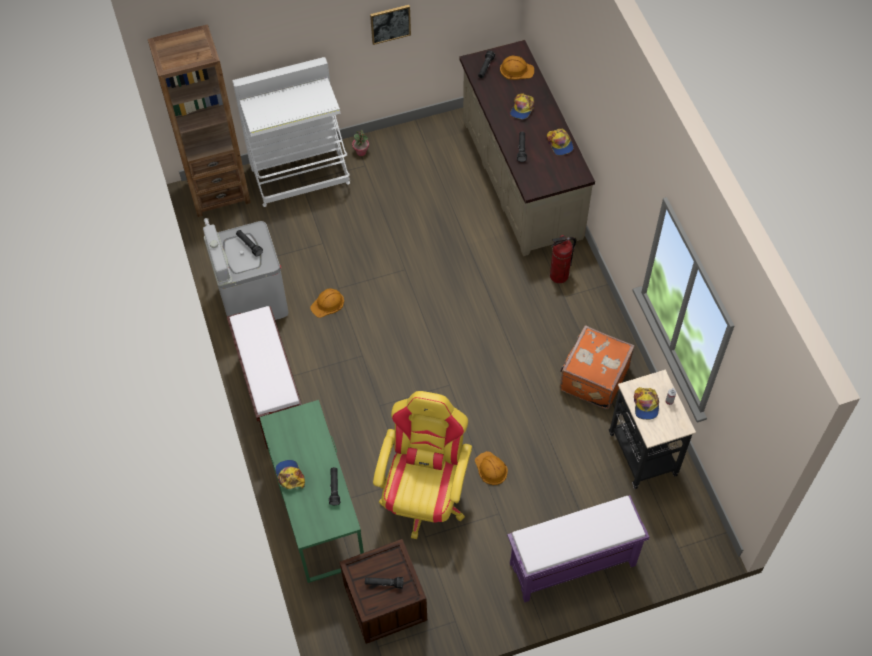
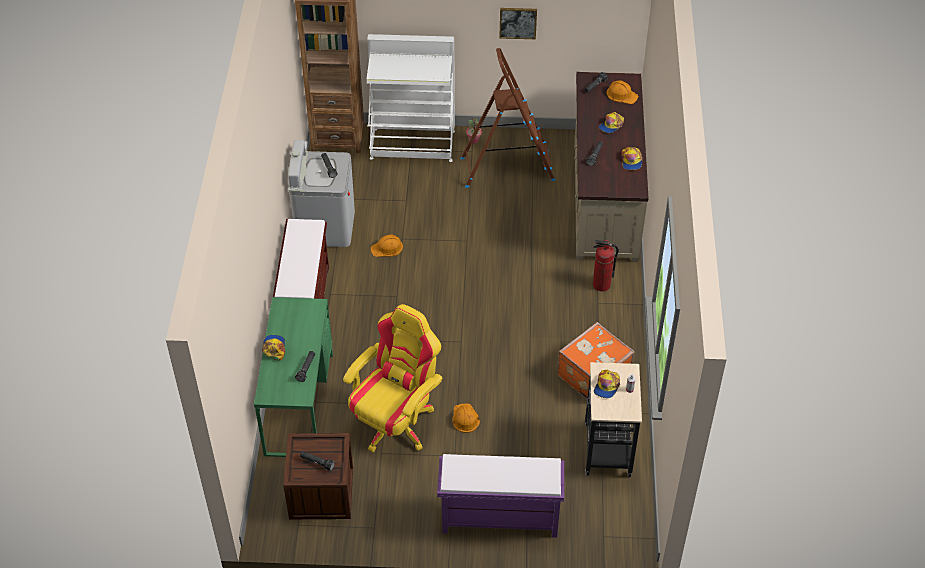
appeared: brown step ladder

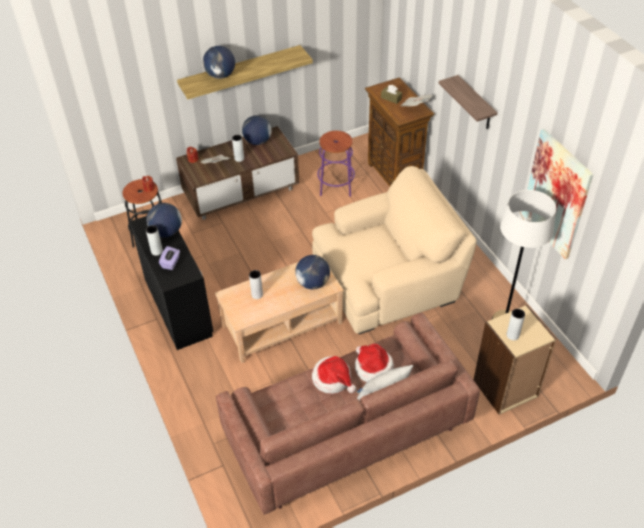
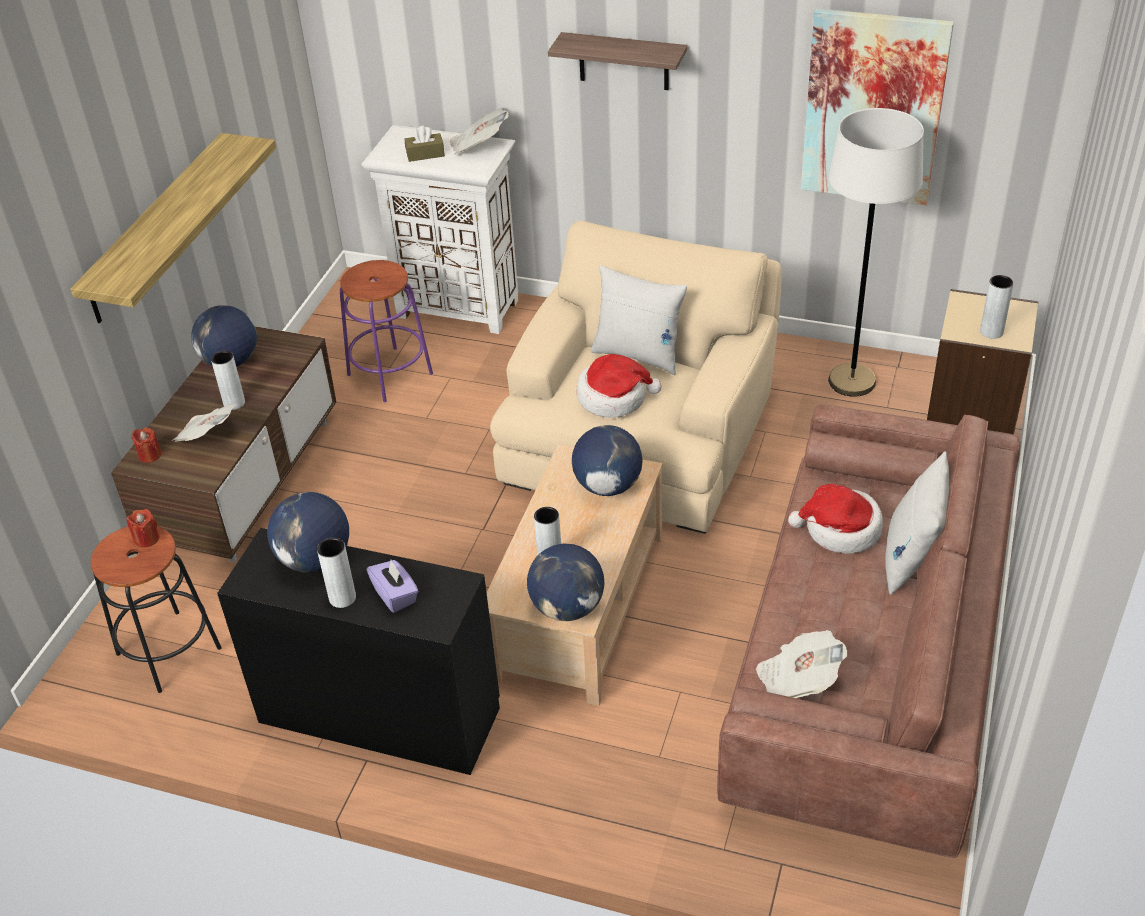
appeared: grey pillow (no. 1 from left); newspaper (no. 3 from left)
relocated: globe (no. 2 from left in the first image) to globe (no. 3 from left); hat (no. 1 from left)
colour: brown cabinet to white cabinet

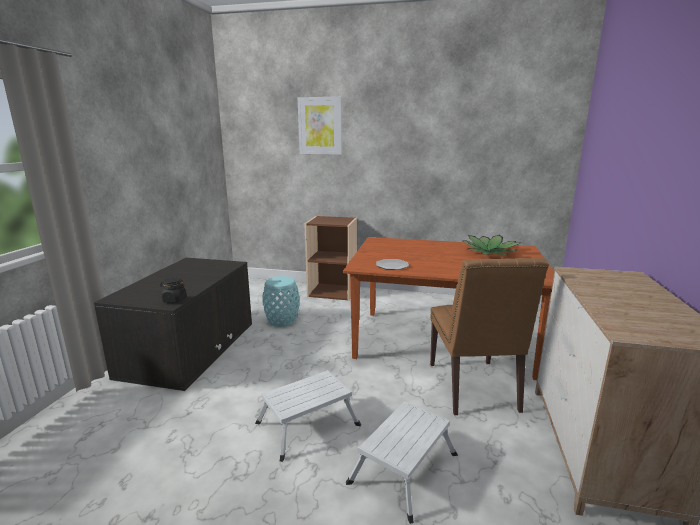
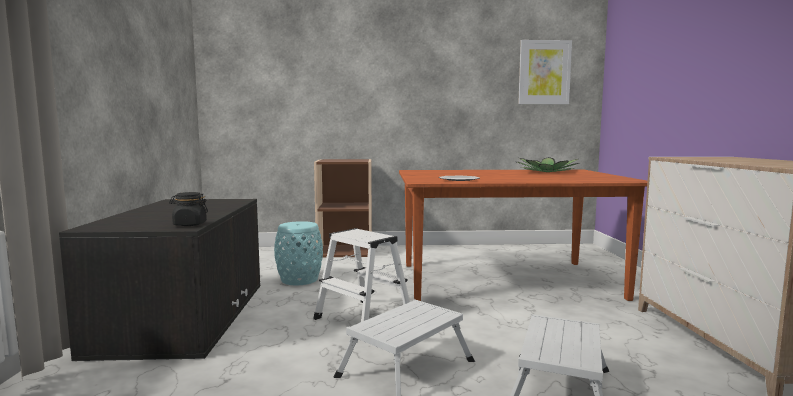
missing: brown chair
appeared: white step ladder (no. 1 from left)
relocated: picture

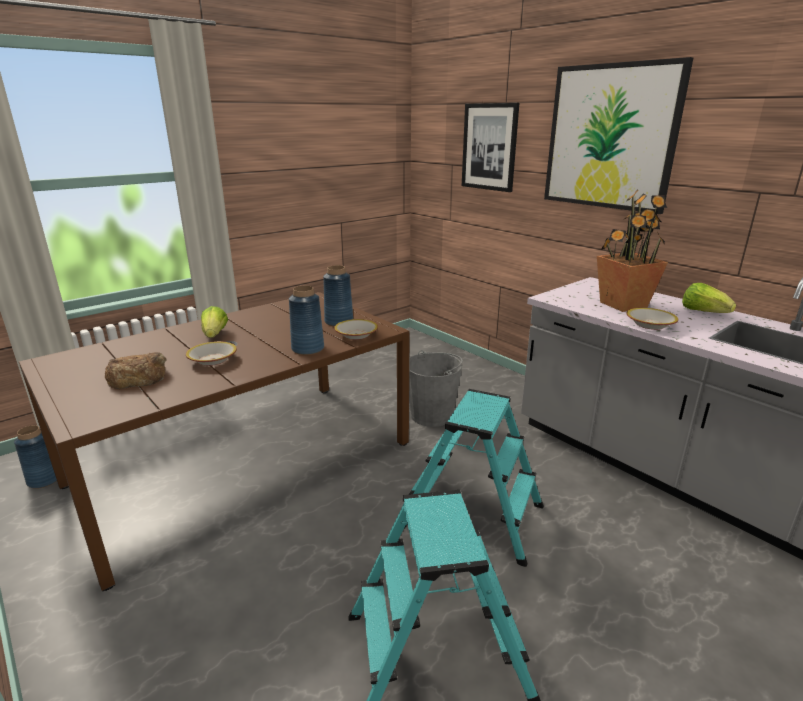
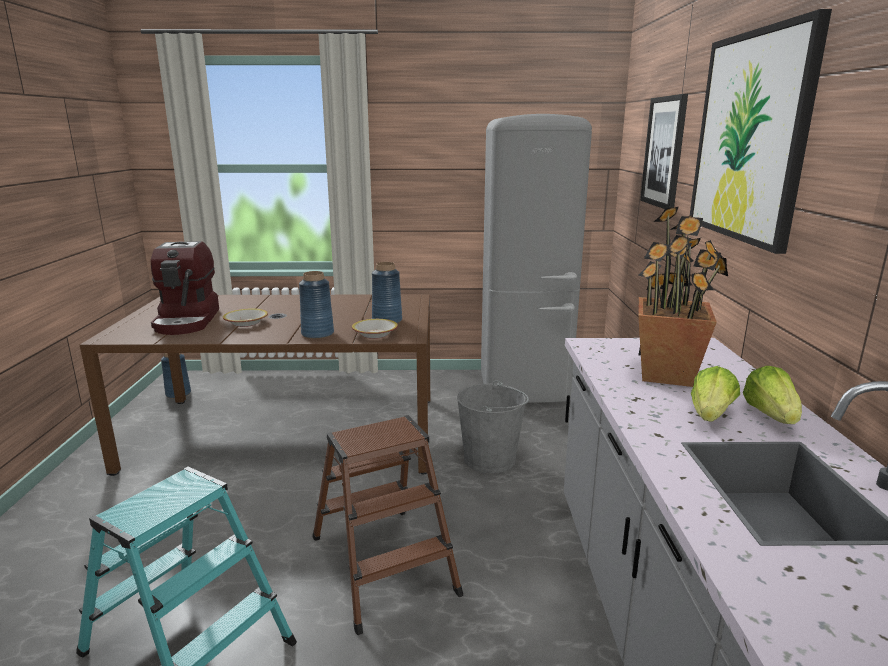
missing: bowl (no. 3 from left)
appeared: grey fridge
relocated: lettuce (no. 1 from left)
exchanged: bread to coffee machine
colour: turquoise step ladder (no. 2 from left) to brown step ladder

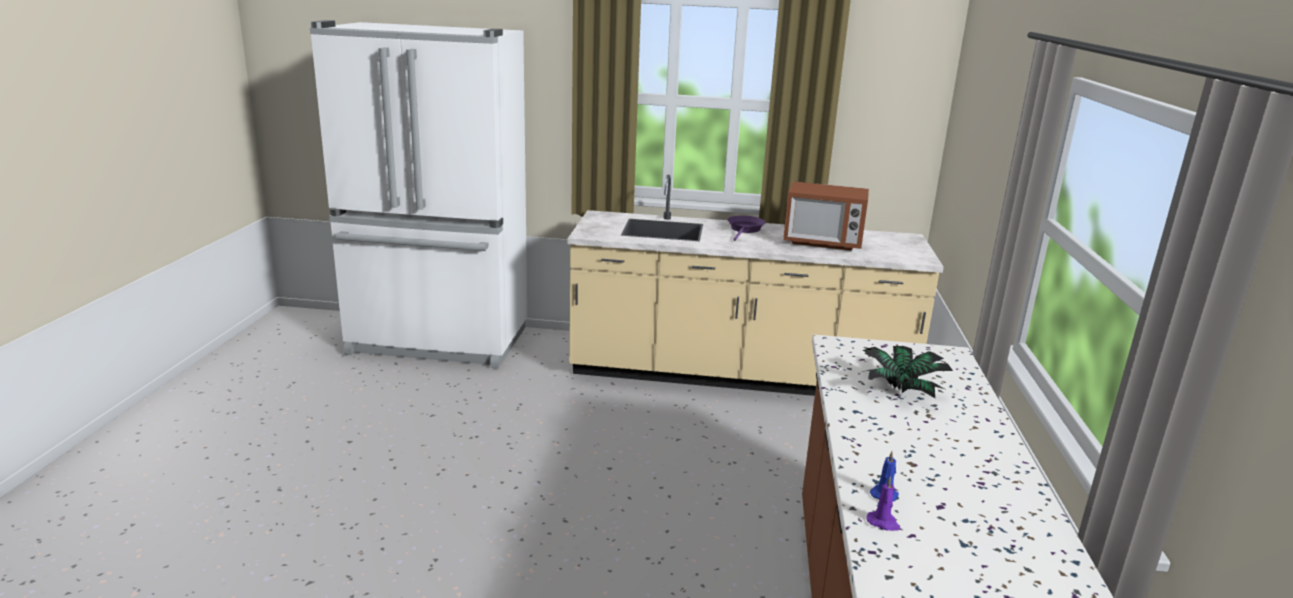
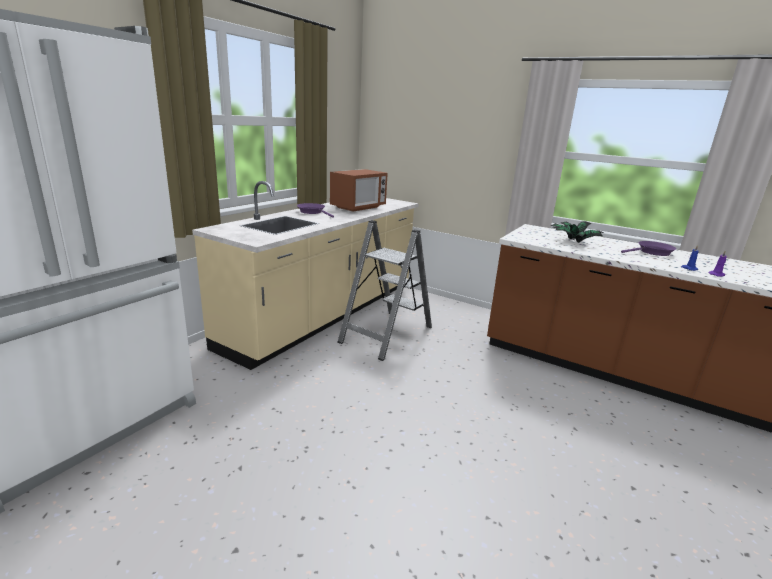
appeared: grey step ladder; purple frying pan (no. 2 from left)

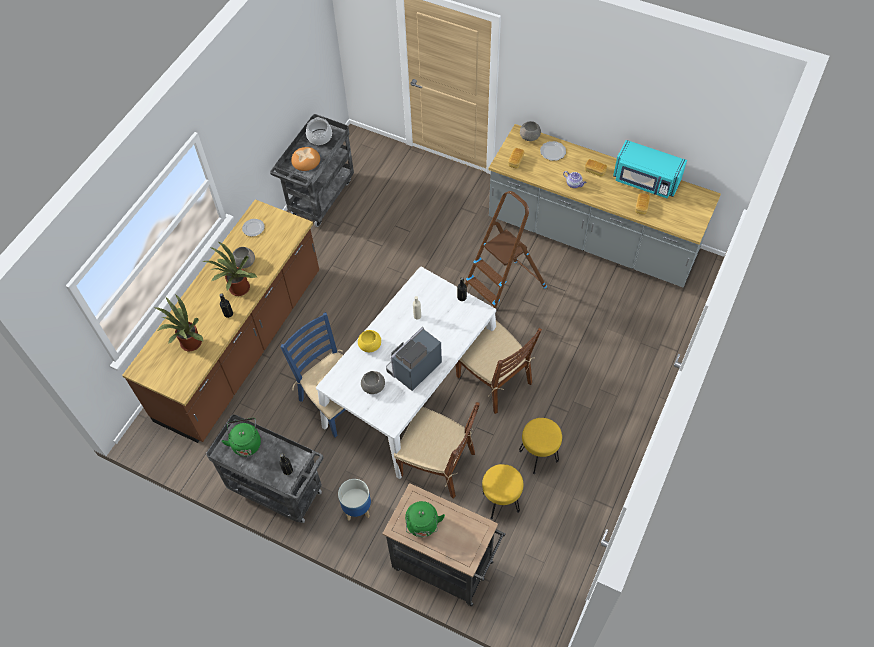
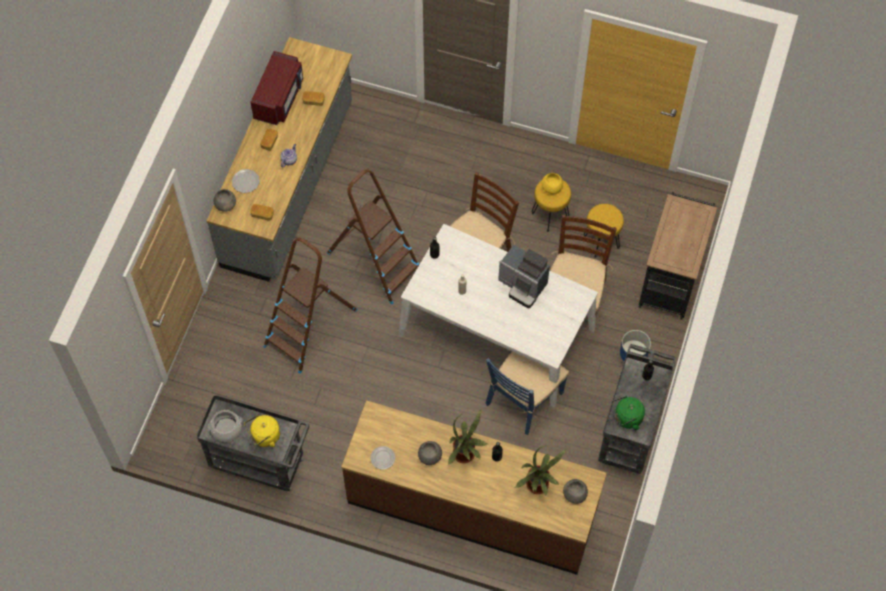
missing: green kettle (no. 2 from left)
appeared: brown step ladder (no. 1 from left)
relocated: yellow bowl; grey bowl (no. 2 from left in the first image) to grey bowl (no. 3 from left)
exchanged: bread (no. 1 from left) to yellow kettle
colour: turquoise microwave to red microwave

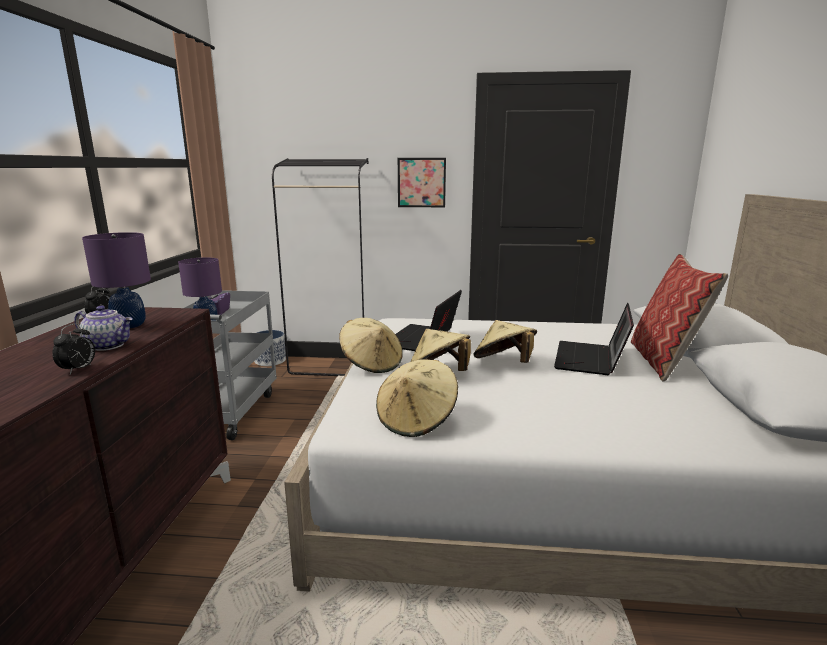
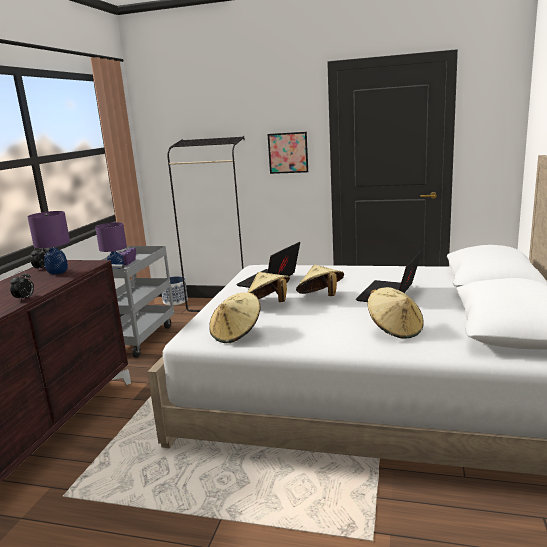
missing: pillow; teapot
relocated: beige hat (no. 1 from left in the first image) to beige hat (no. 4 from left)

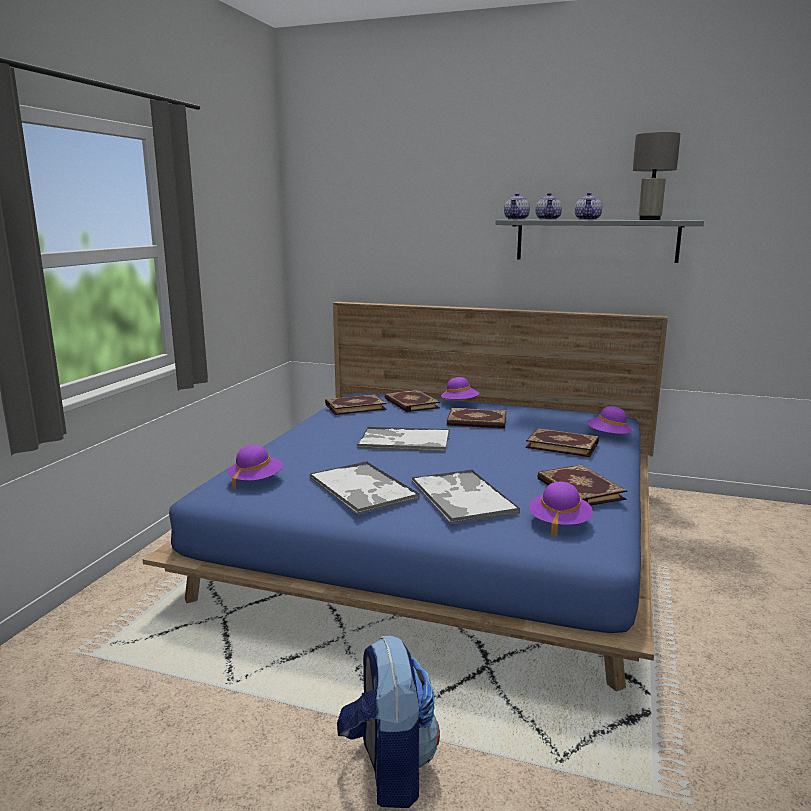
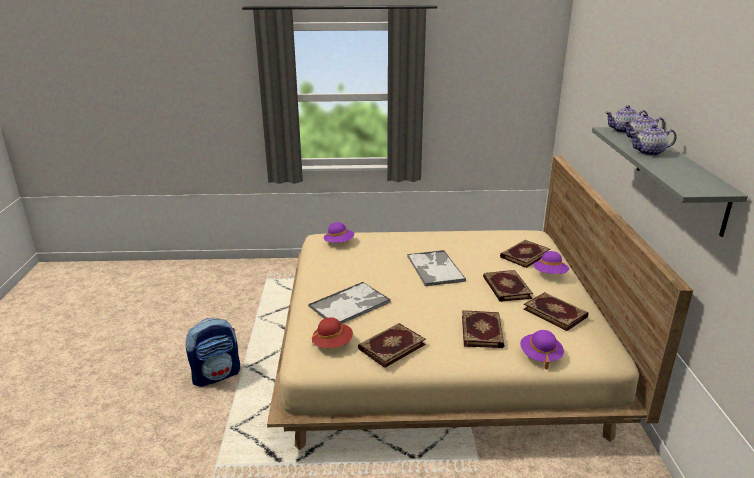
missing: grey table lamp; tray (no. 1 from left)
relocated: book (no. 1 from left in the first image) to book (no. 5 from left)
colour: blue bed to beige bed; purple hat (no. 3 from left) to red hat

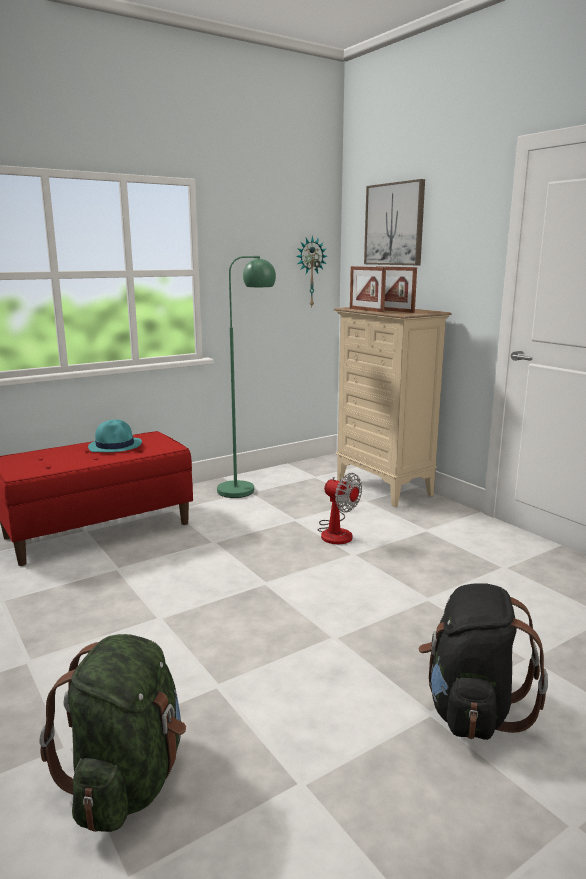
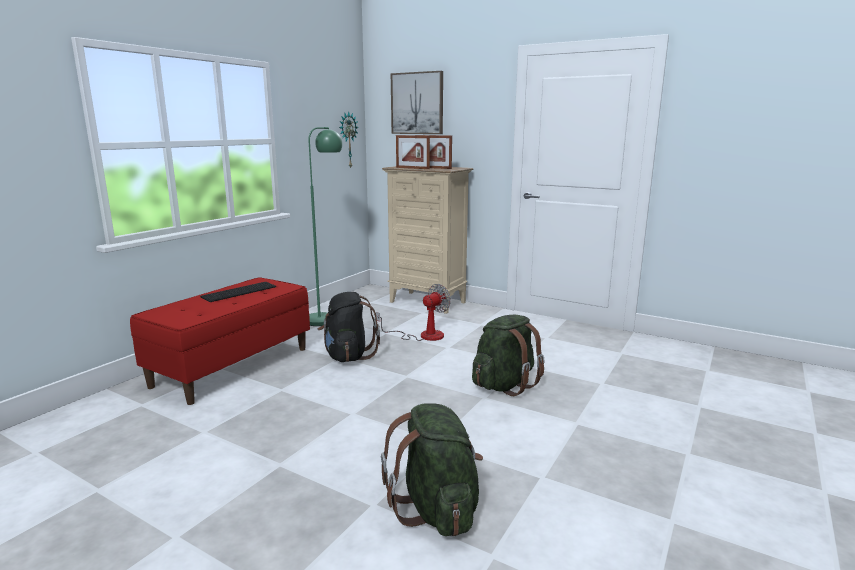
appeared: green backpack (no. 2 from left)
relocated: black backpack
exchanged: turquoise hat to keyboard
spun: fan 60 degrees counterclockwise

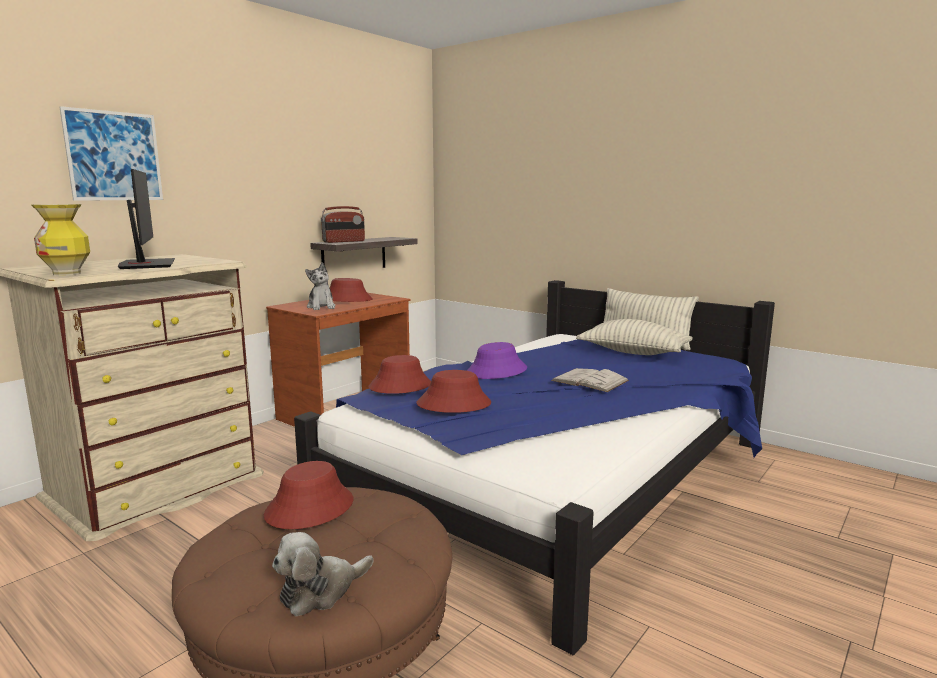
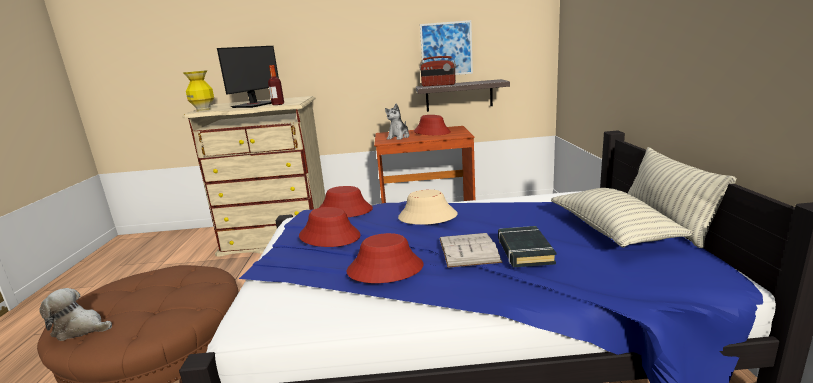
appeared: bottle; black book
relocated: picture; red hat (no. 1 from left in the first image) to red hat (no. 3 from left)
colour: purple hat to beige hat

